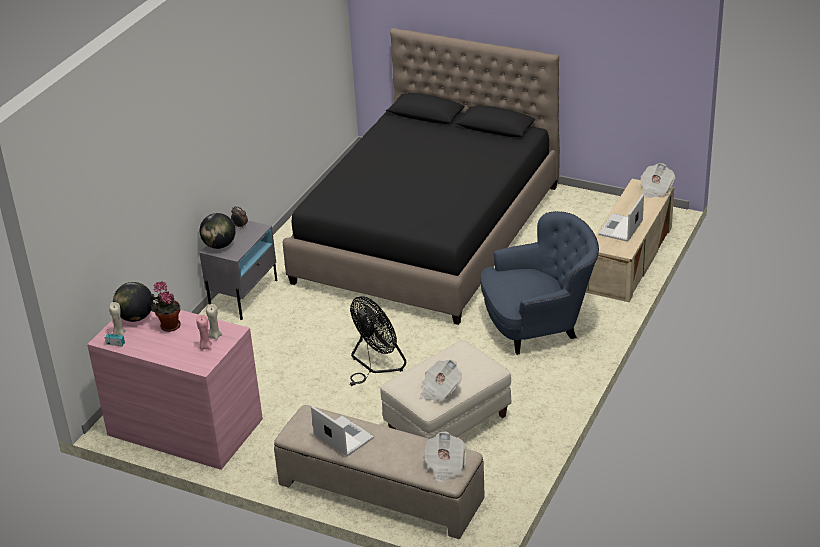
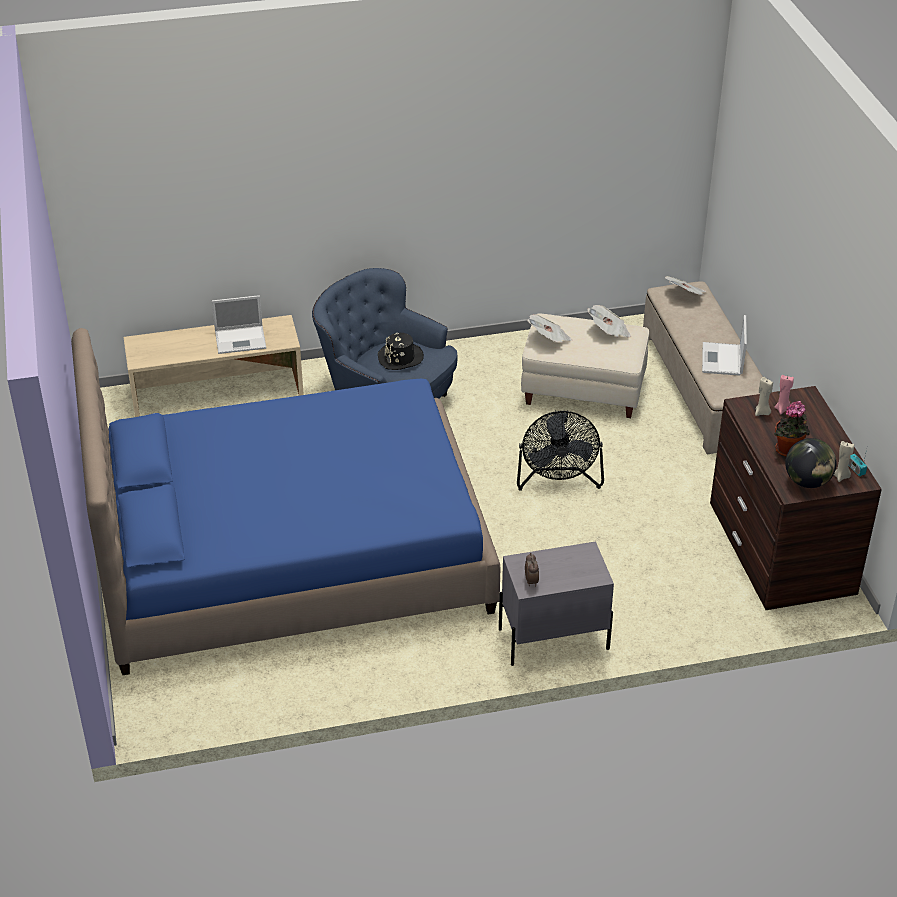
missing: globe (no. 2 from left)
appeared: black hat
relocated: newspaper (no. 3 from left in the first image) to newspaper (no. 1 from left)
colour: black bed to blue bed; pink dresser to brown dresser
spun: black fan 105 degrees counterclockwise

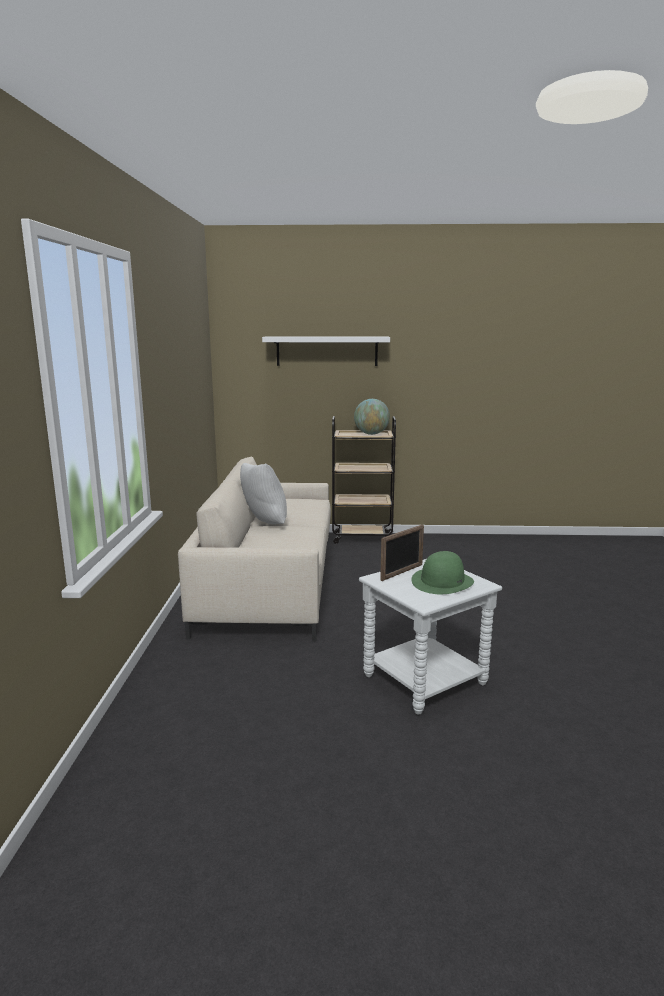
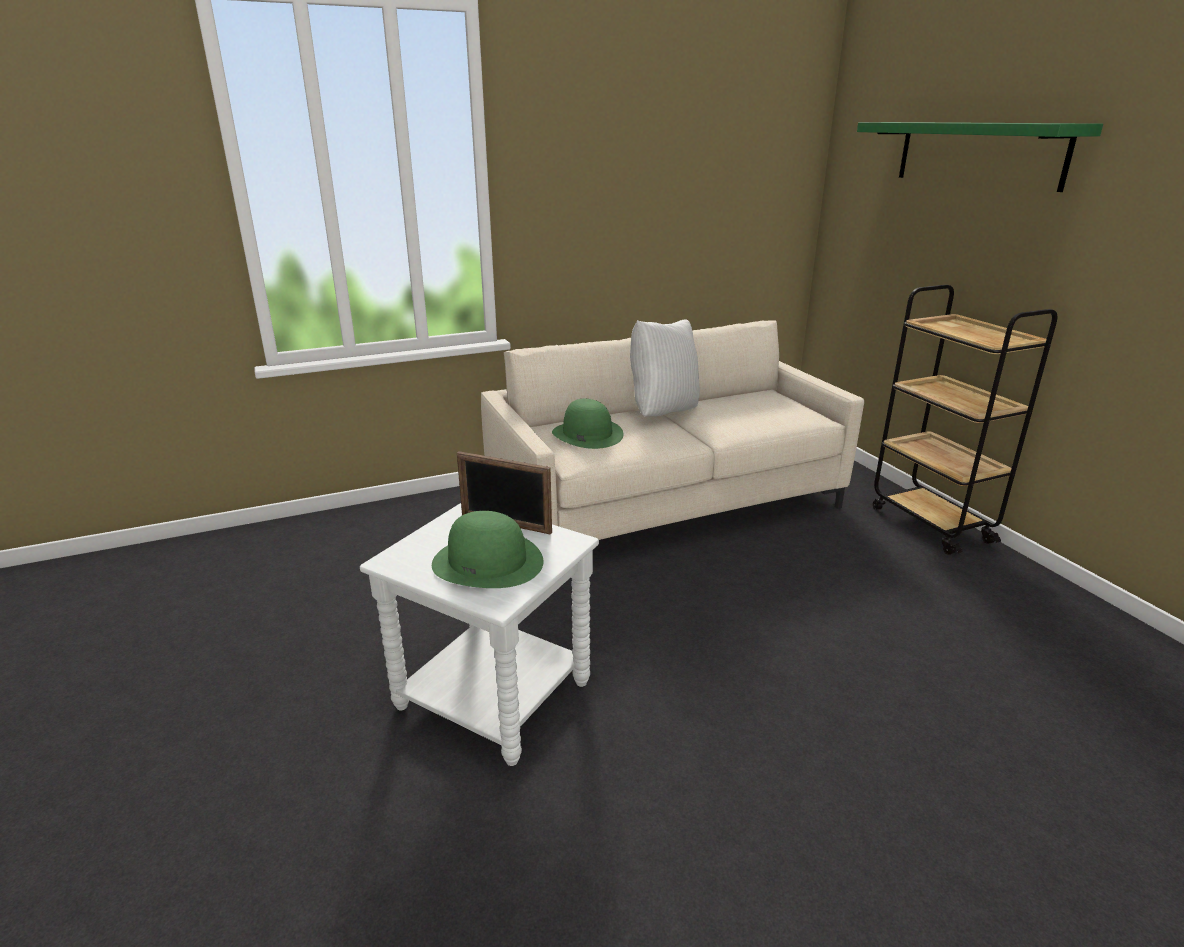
missing: globe
appeared: green hat (no. 2 from left)
colour: white shelf to green shelf

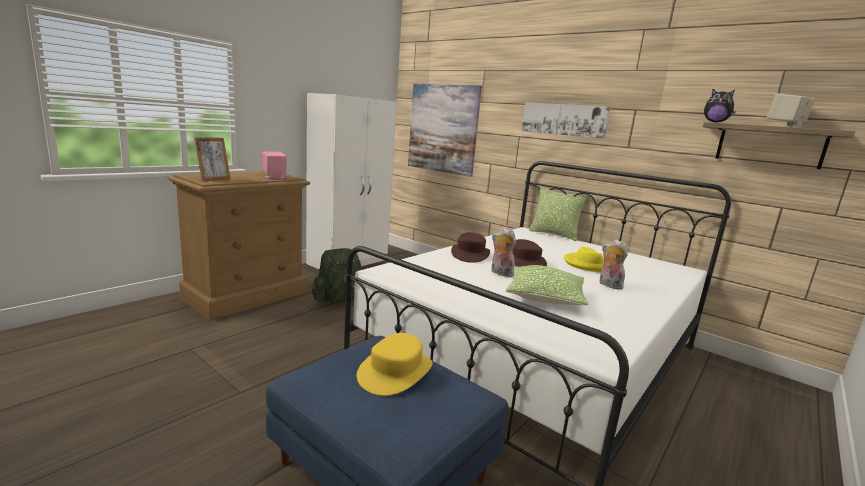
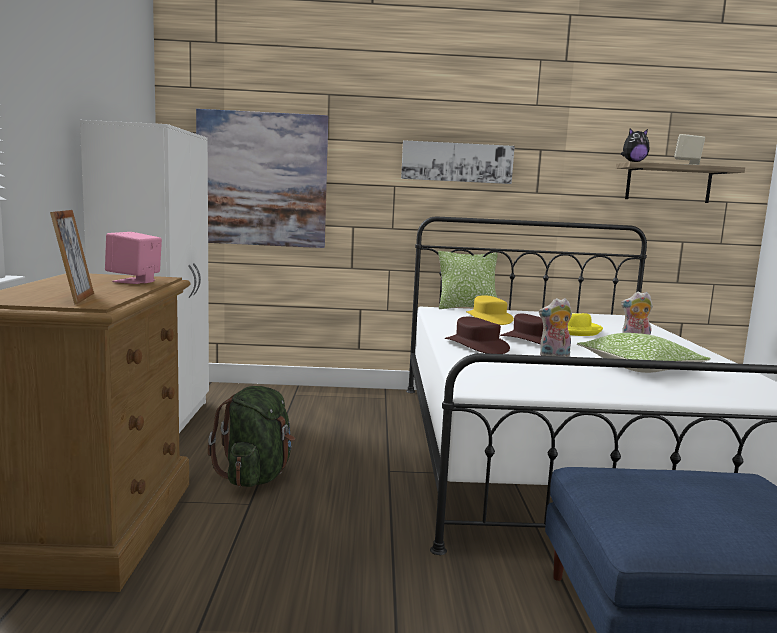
relocated: yellow hat (no. 1 from left)

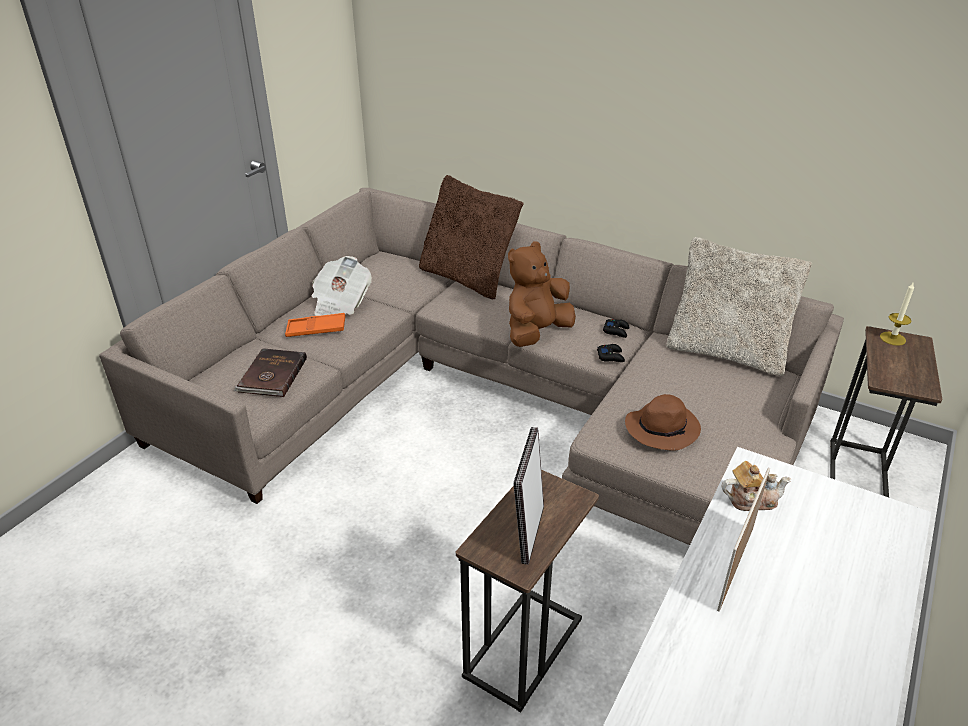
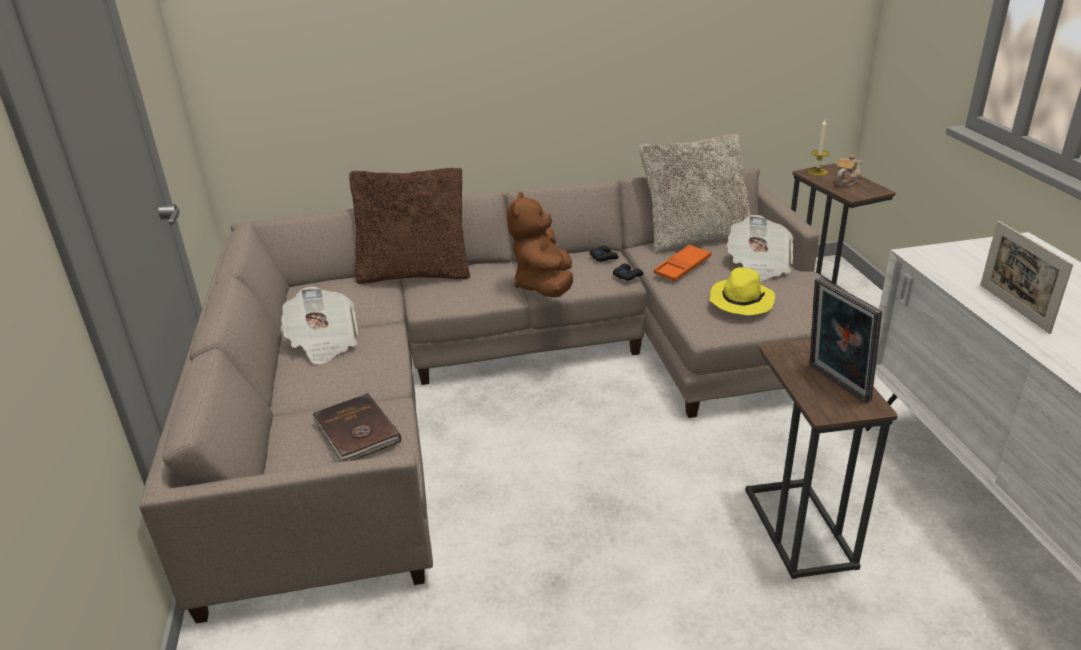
appeared: newspaper (no. 2 from left)
relocated: orange tray; teapot
colour: brown hat to yellow hat

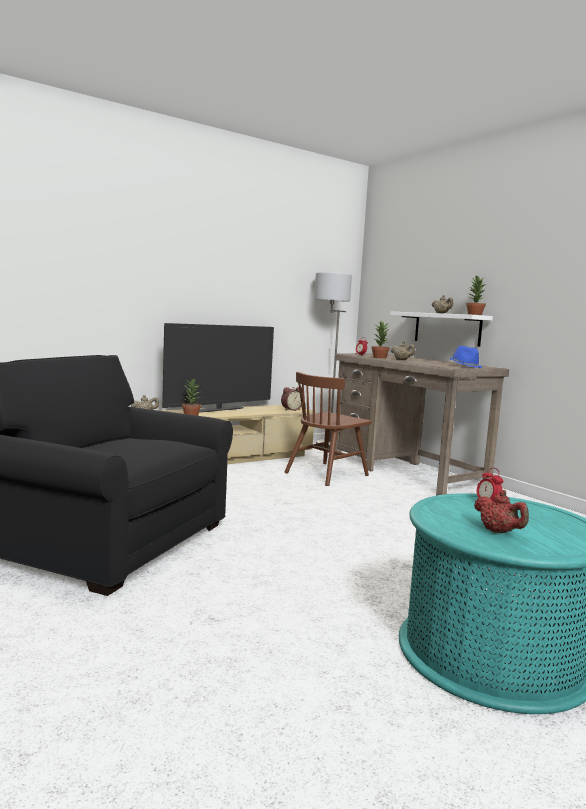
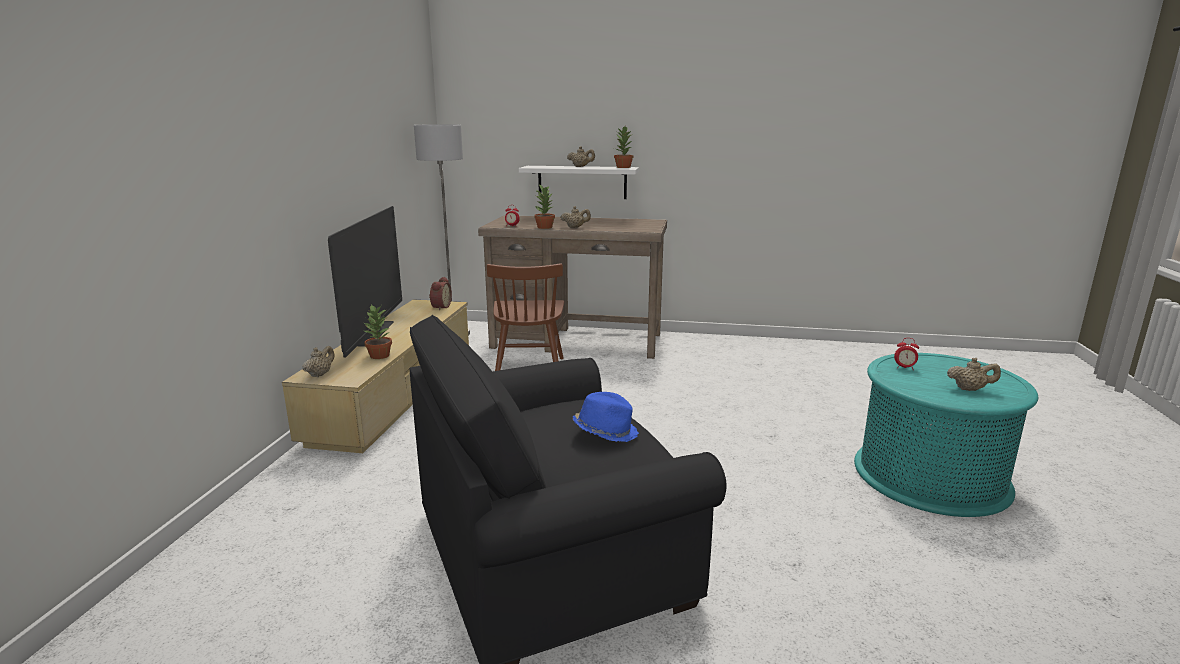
relocated: blue hat
colour: red teapot to beige teapot (no. 4 from left)

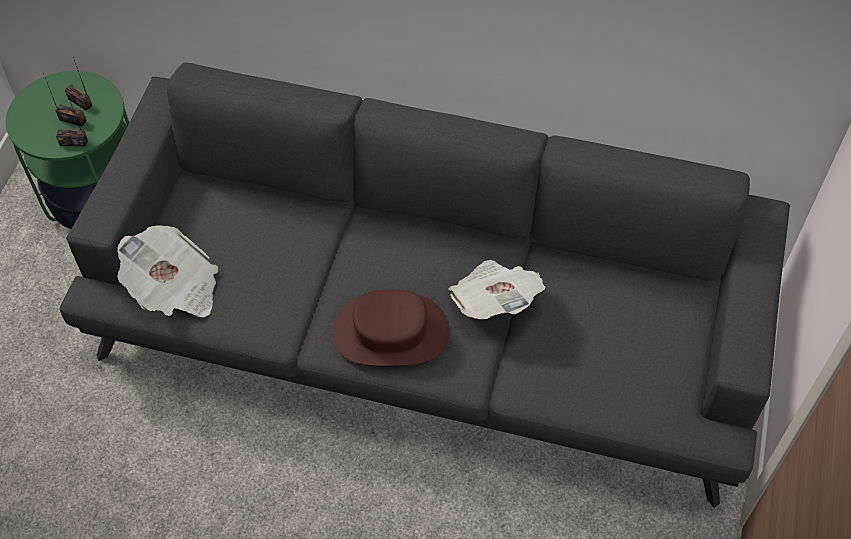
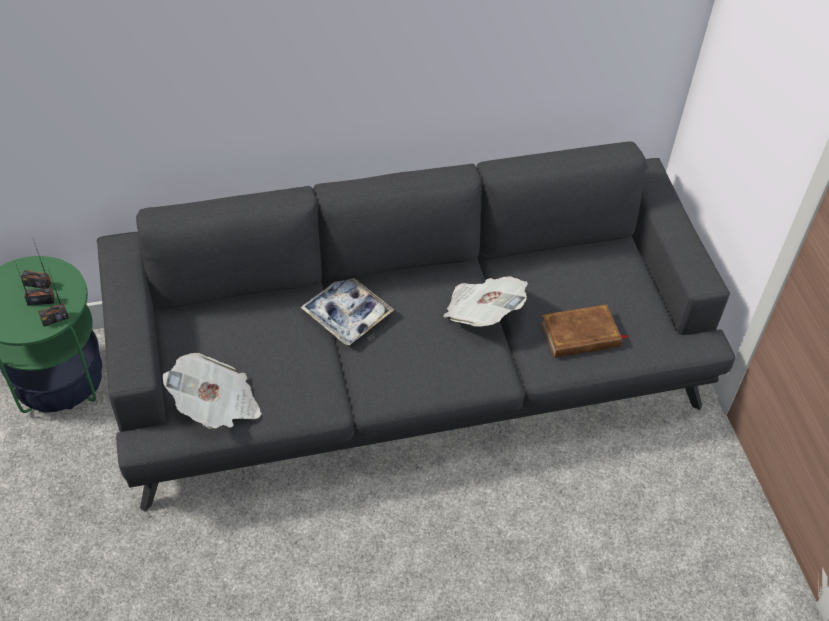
missing: brown hat
appeared: tray; brown book

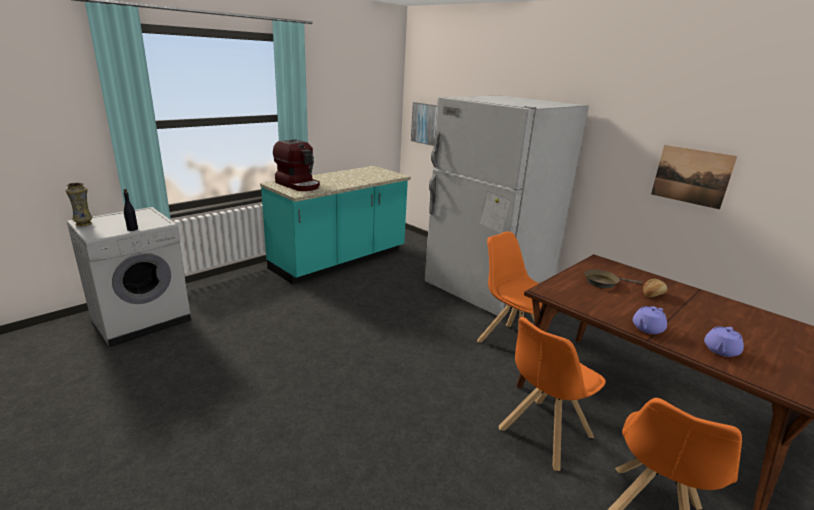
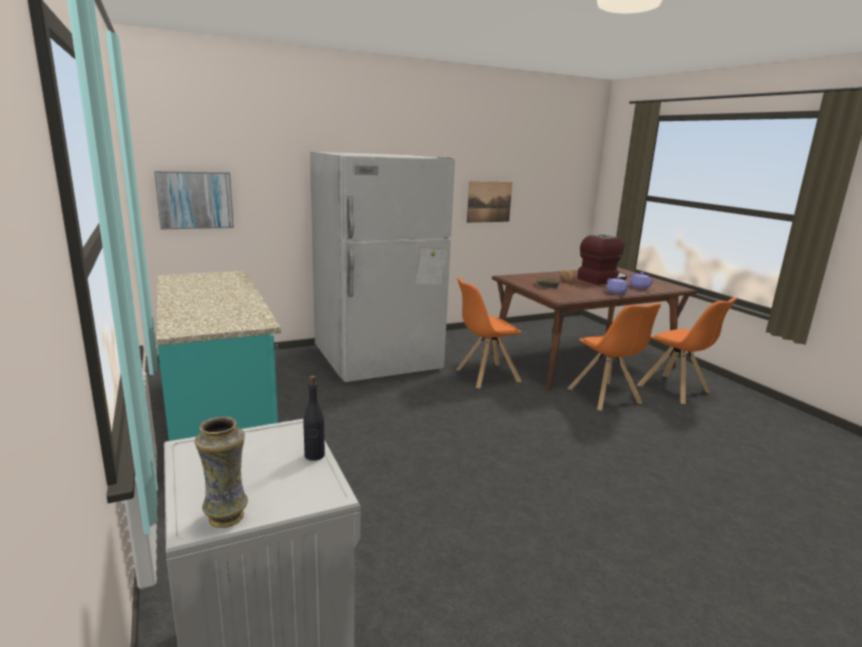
relocated: coffee machine

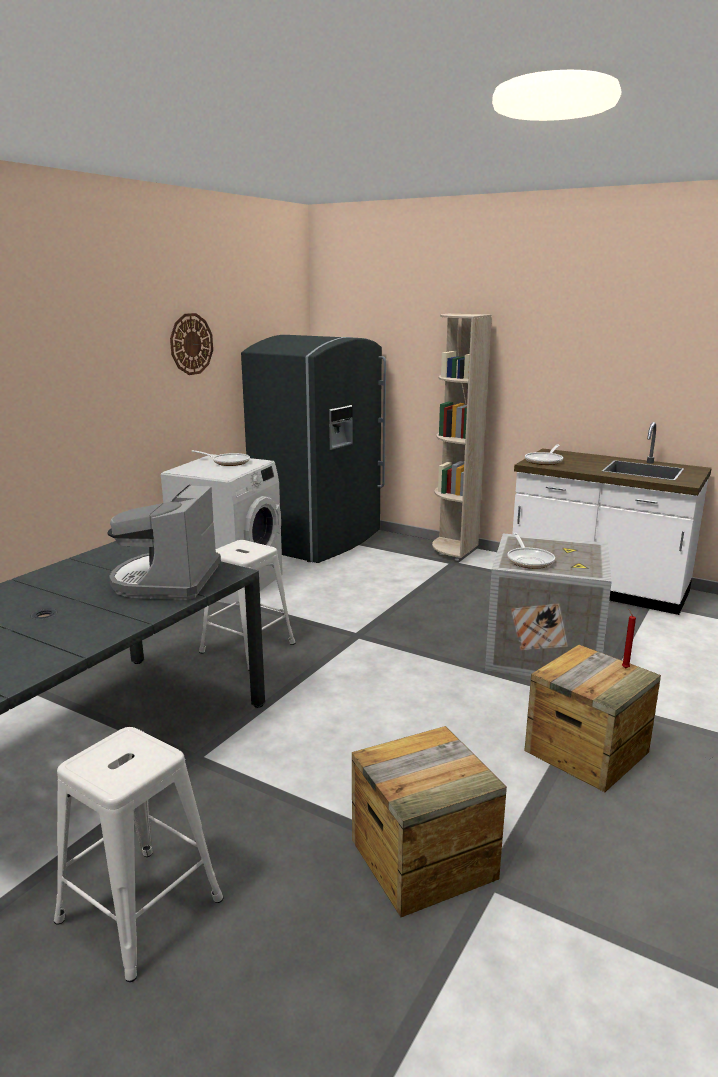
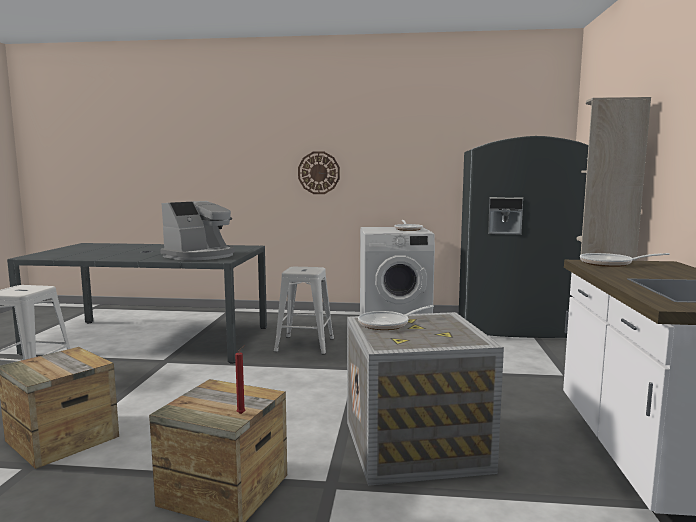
relocated: wall clock
spun: coffee machine 150 degrees clockwise

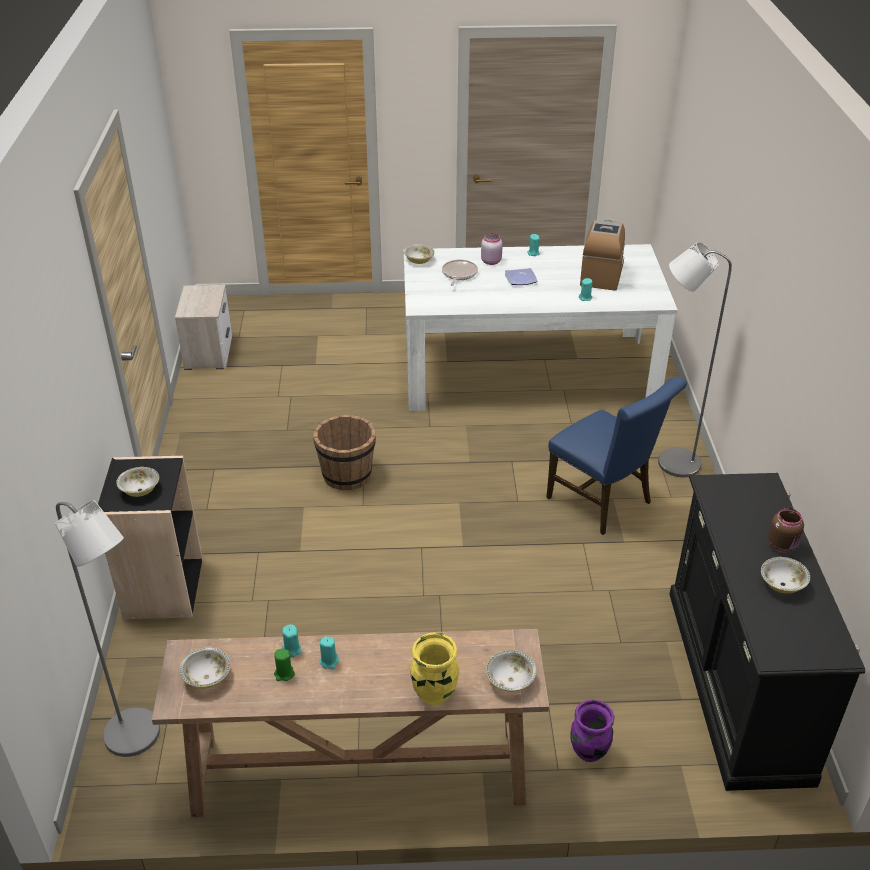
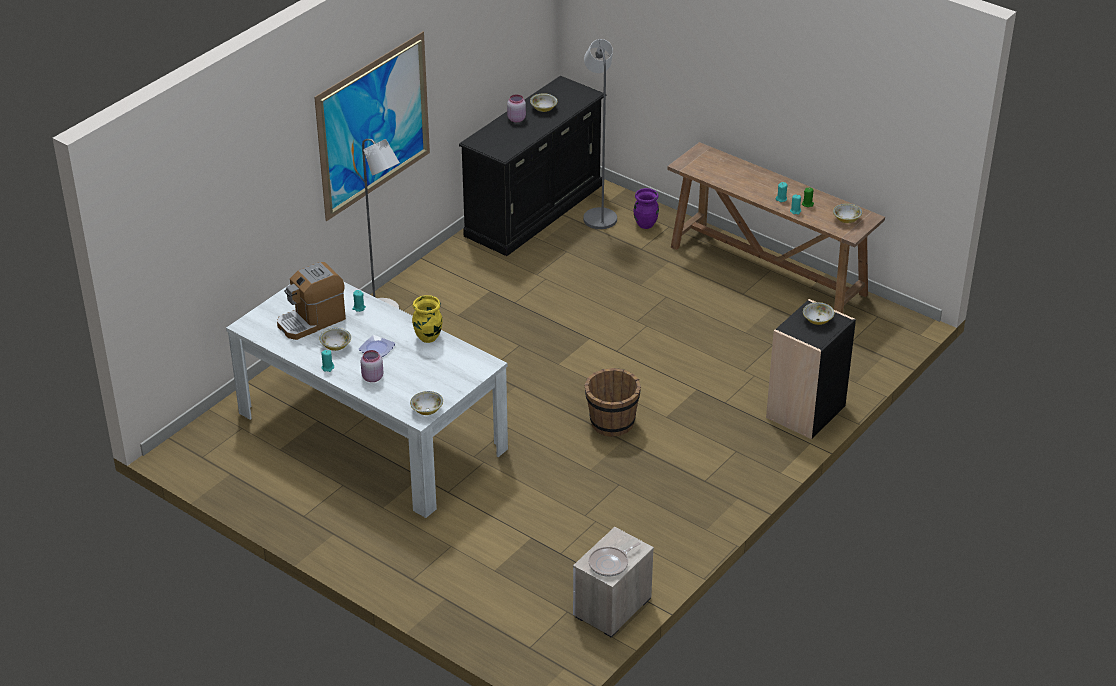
missing: blue chair
appeared: picture
relocated: frying pan; grey floor lamp (no. 1 from left in the first image) to grey floor lamp (no. 2 from left); yellow vase; bowl (no. 4 from left in the first image) to bowl (no. 1 from left)
colour: brown jar to pink jar (no. 2 from left)

